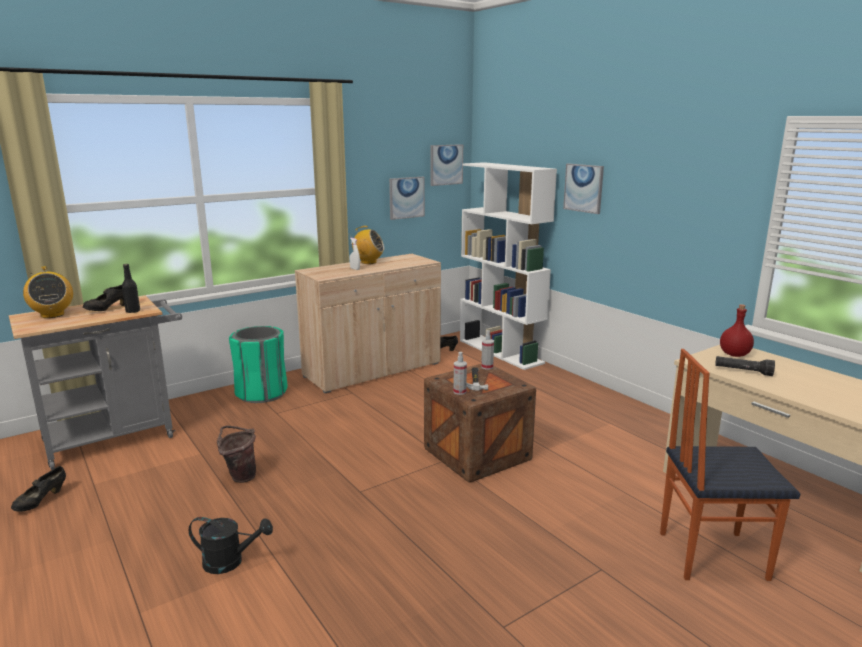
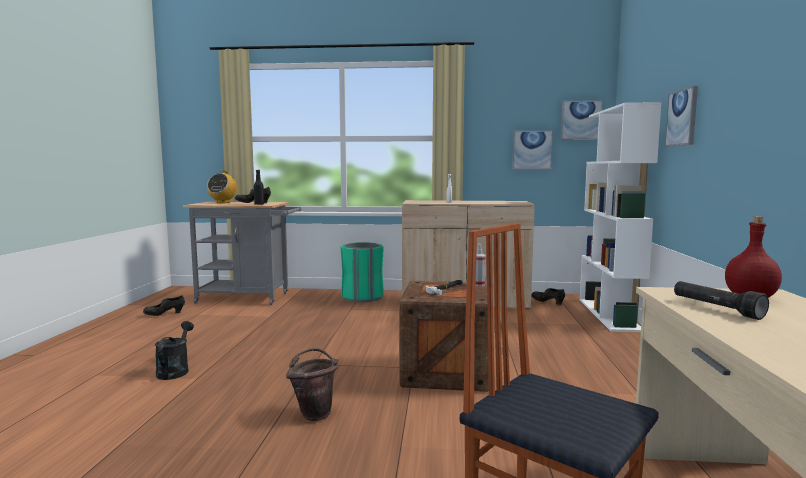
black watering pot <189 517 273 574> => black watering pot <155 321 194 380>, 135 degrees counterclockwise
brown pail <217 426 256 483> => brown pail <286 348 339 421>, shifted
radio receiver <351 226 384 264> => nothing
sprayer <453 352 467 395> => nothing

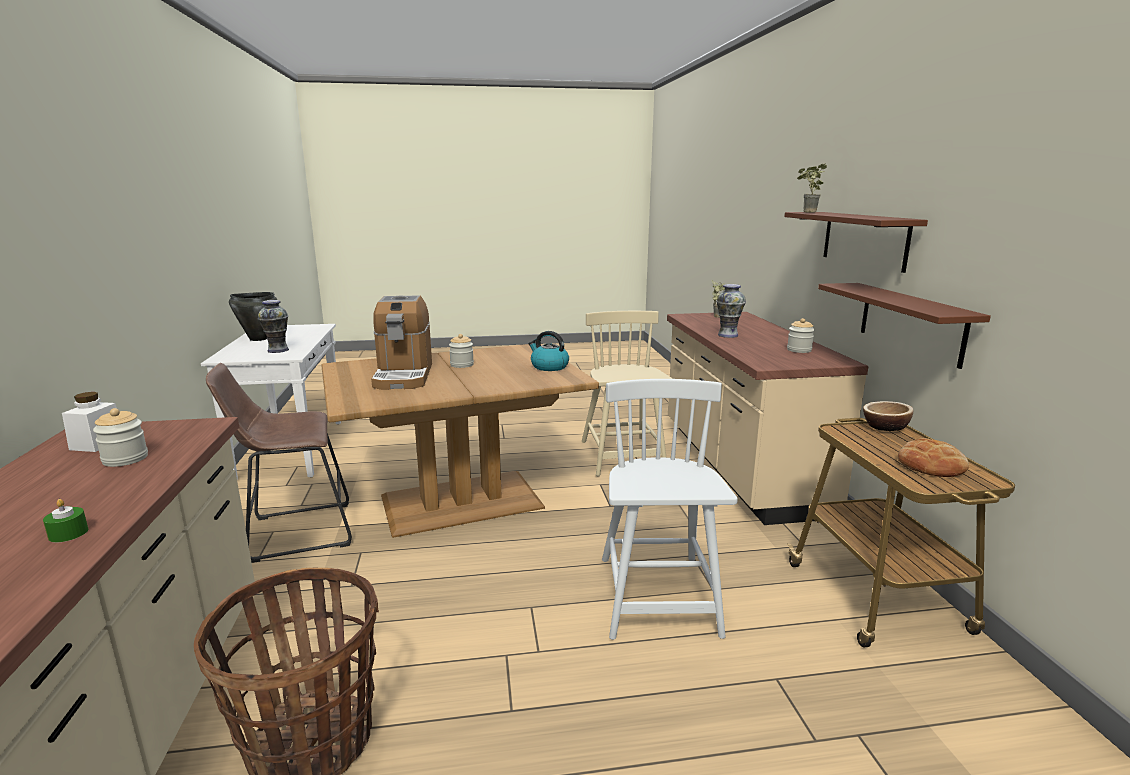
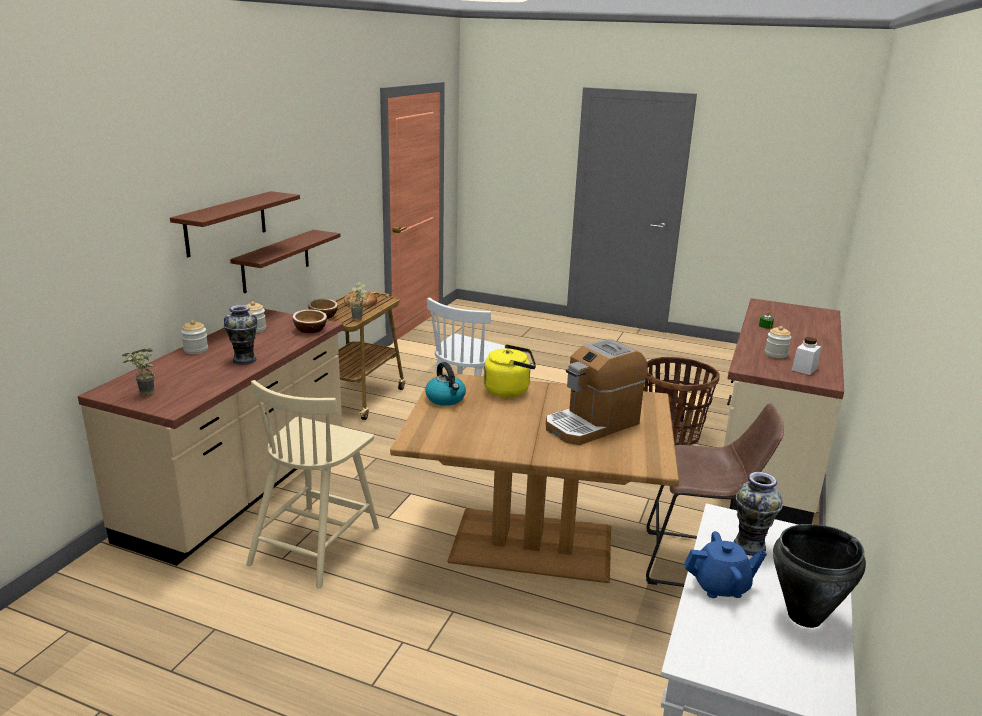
coffee machine <371 295 432 390> => coffee machine <546 339 648 445>, 150 degrees counterclockwise
storage jar <449 334 474 368> => storage jar <181 320 208 354>, shifted
plant in a pot <797 163 827 213> => plant in a pot <350 281 367 320>, shifted
nothing => deep dish <292 309 327 333>
nothing => yellow-coloured tea kettle <484 344 536 398>
nothing => blue-coloured teapot <684 531 767 598>

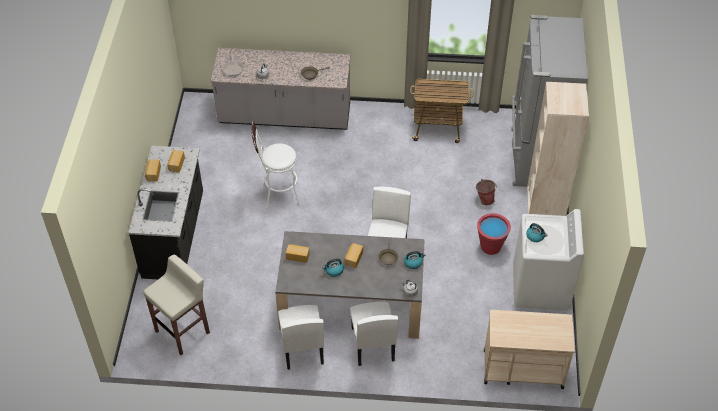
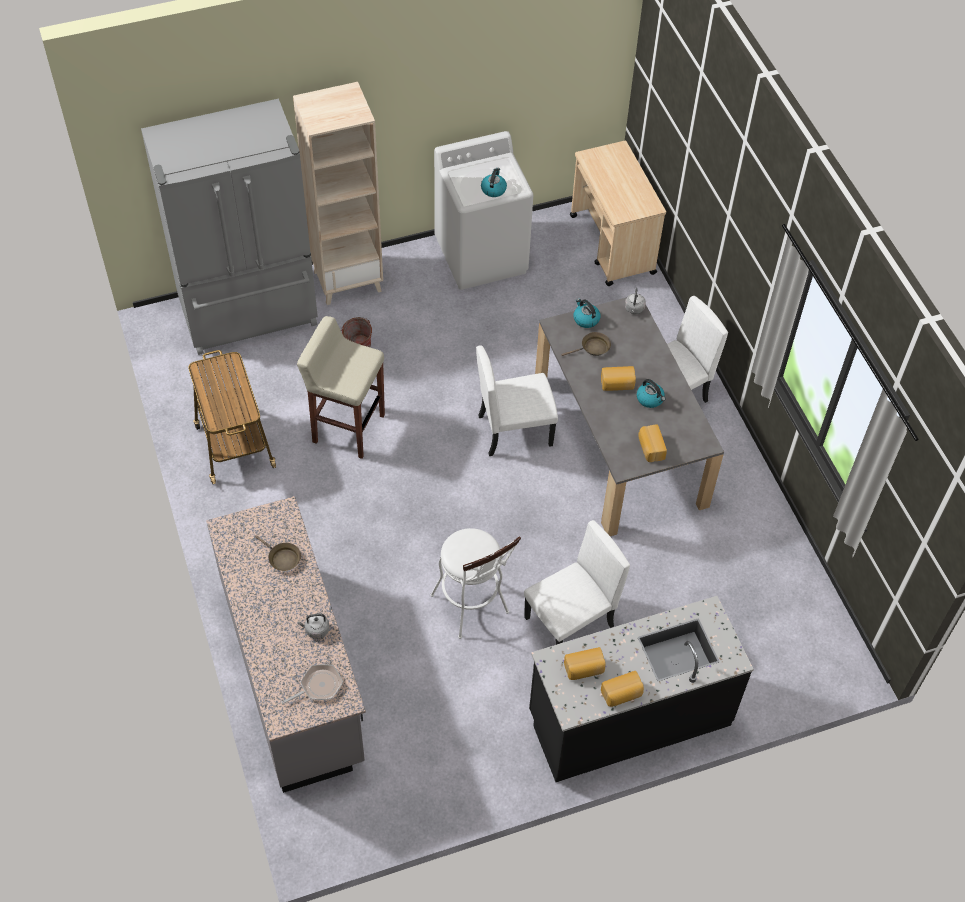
sand-coloured sitting stool <143 255 210 355> => sand-coloured sitting stool <297 316 385 459>, shifted
whitish upright chair <278 305 324 370> => whitish upright chair <524 520 630 645>, shifted
red pail <477 213 511 255> => nothing

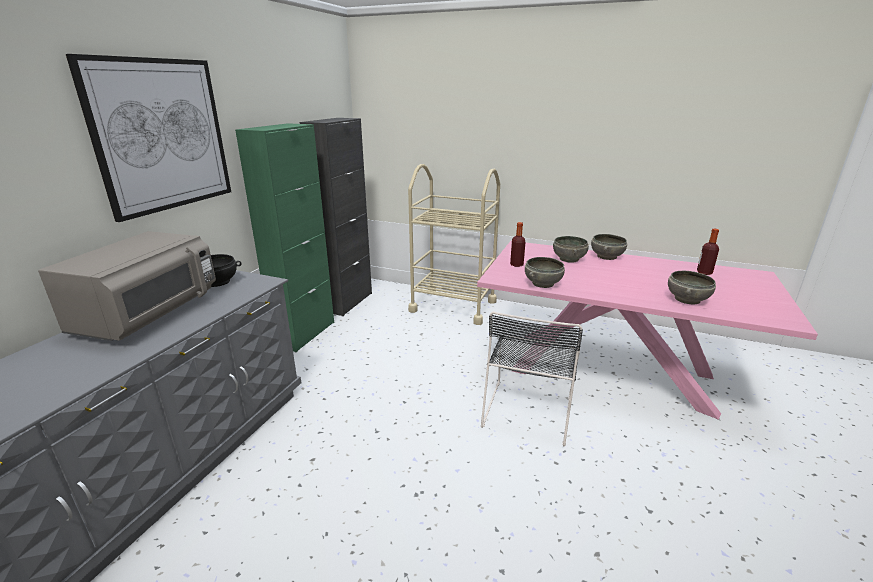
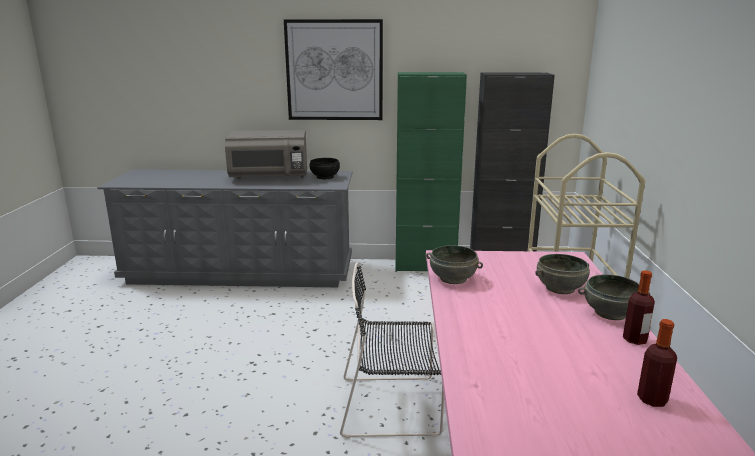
drink bottle <510 222 525 267> => drink bottle <623 270 655 345>, shifted
grey deep dish <668 271 716 304> => nothing

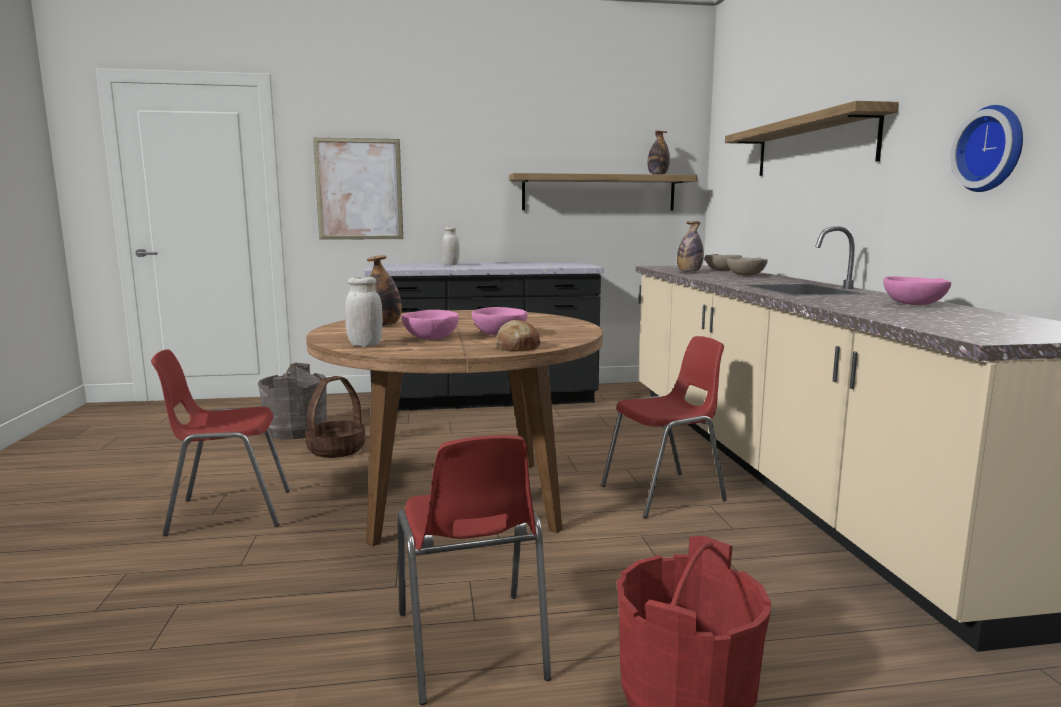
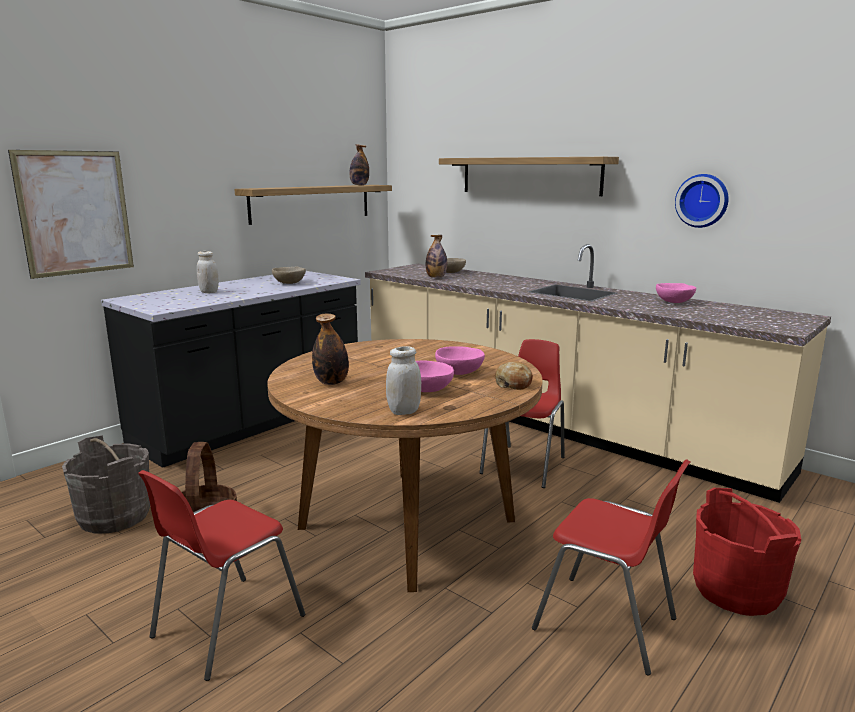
sand-coloured deep dish <727 257 768 276> => sand-coloured deep dish <272 266 306 284>, shifted

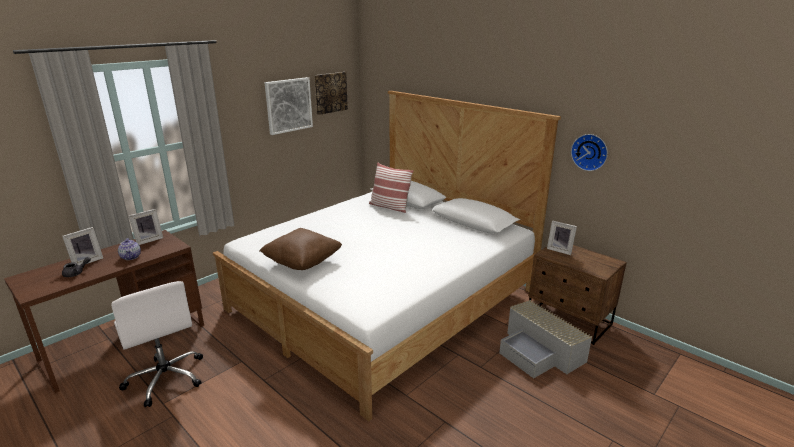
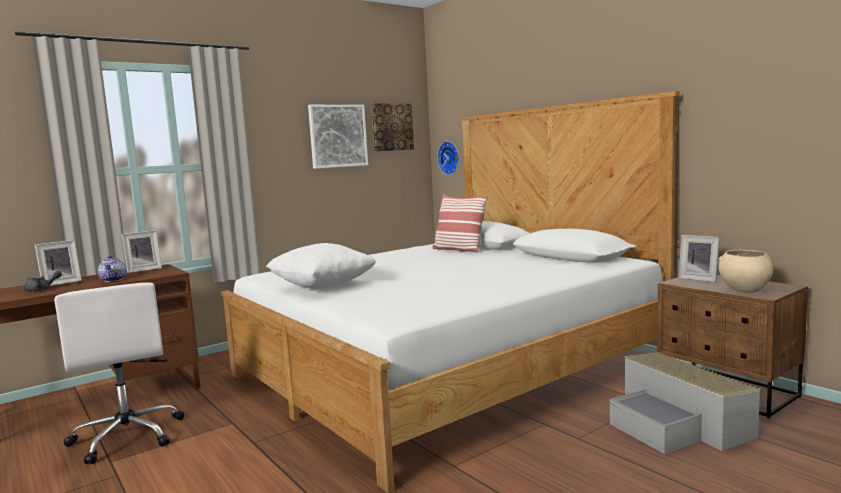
brown cushion <259 228 342 270> => whitish cushion <266 243 376 289>
wall clock <571 134 608 171> => wall clock <437 141 459 175>, shifted
nothing => sand-coloured deep dish <719 250 773 293>

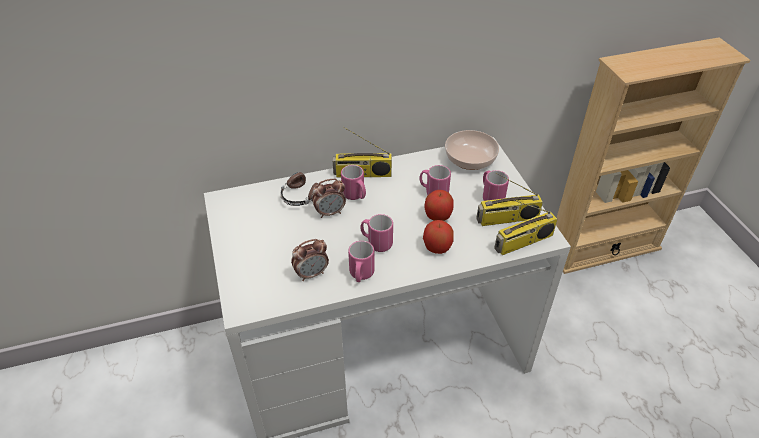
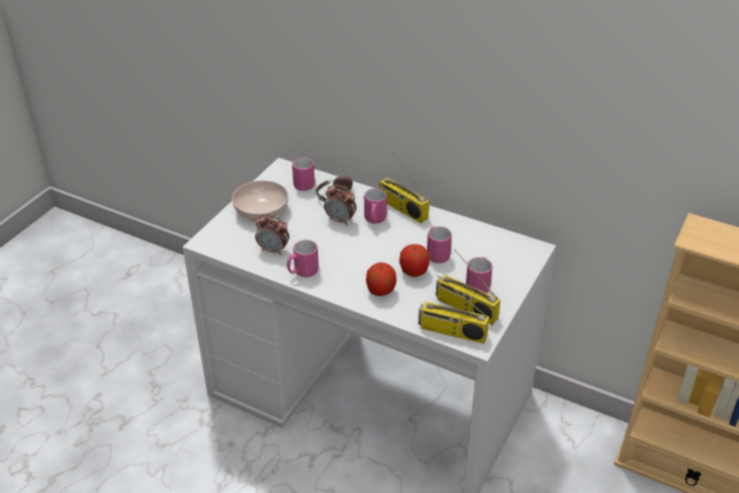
pink-coloured mug <360 214 393 252> => pink-coloured mug <292 157 315 191>, shifted
deep dish <445 130 499 170> => deep dish <232 180 289 221>, shifted

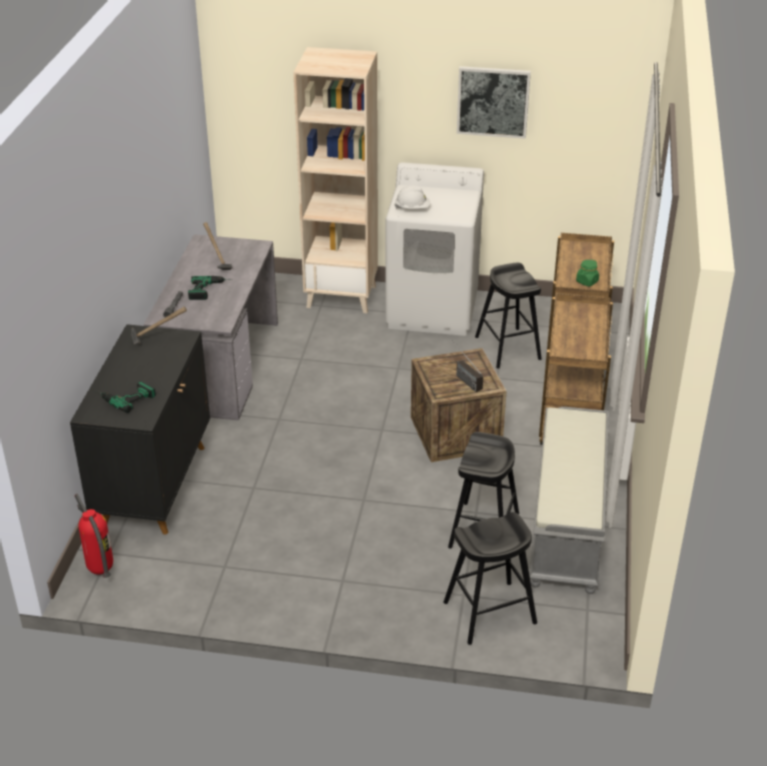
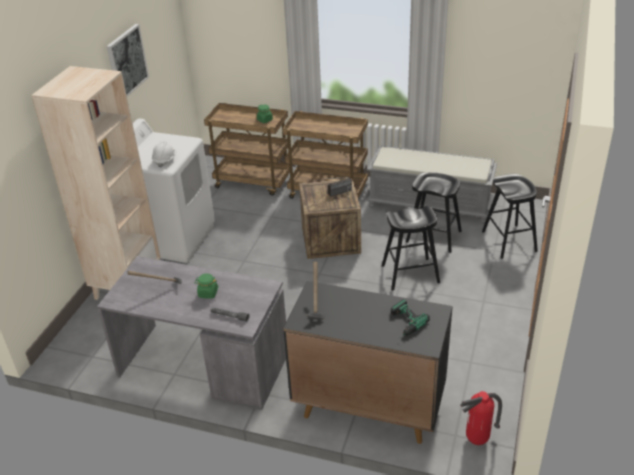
drill <188 276 232 300> => greenish storage jar <194 273 219 299>
black sitting stool <475 263 542 369> => black sitting stool <382 206 440 291>, shifted

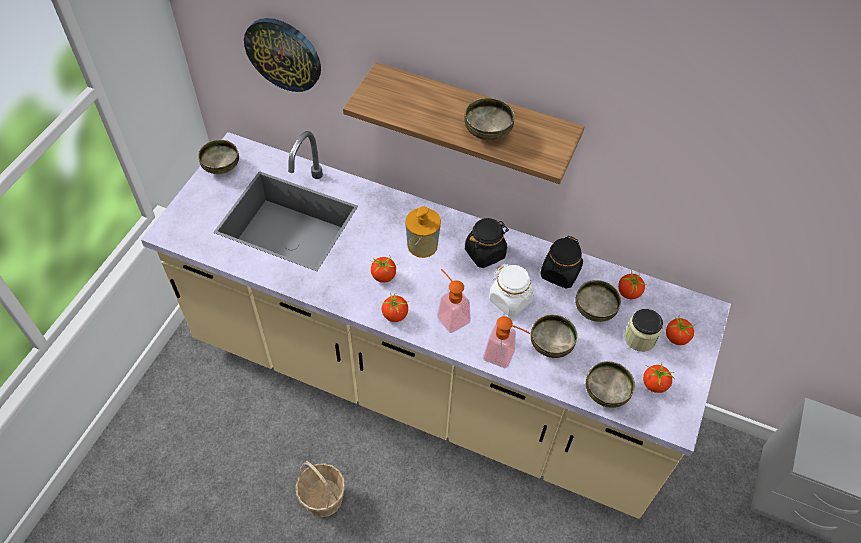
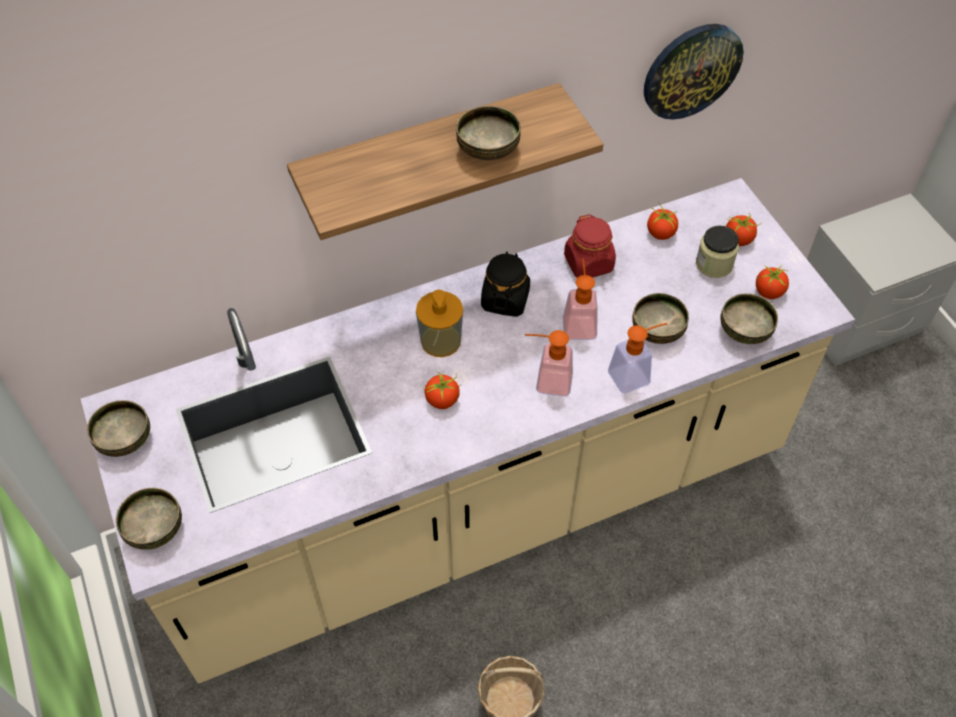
wall clock <244 18 321 92> => wall clock <644 24 744 120>, shifted
fresh tomato <382 293 408 322> => nothing
whitish storage jar <489 264 534 317> => soap bottle <563 258 598 340>
black storage jar <540 236 583 289> => red storage jar <564 214 616 278>
deep dish <575 280 621 322> => deep dish <116 488 182 550>, shifted

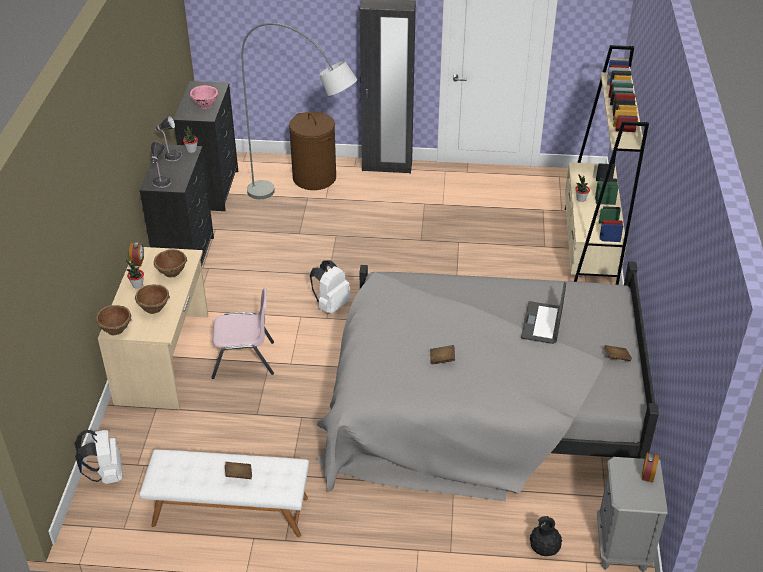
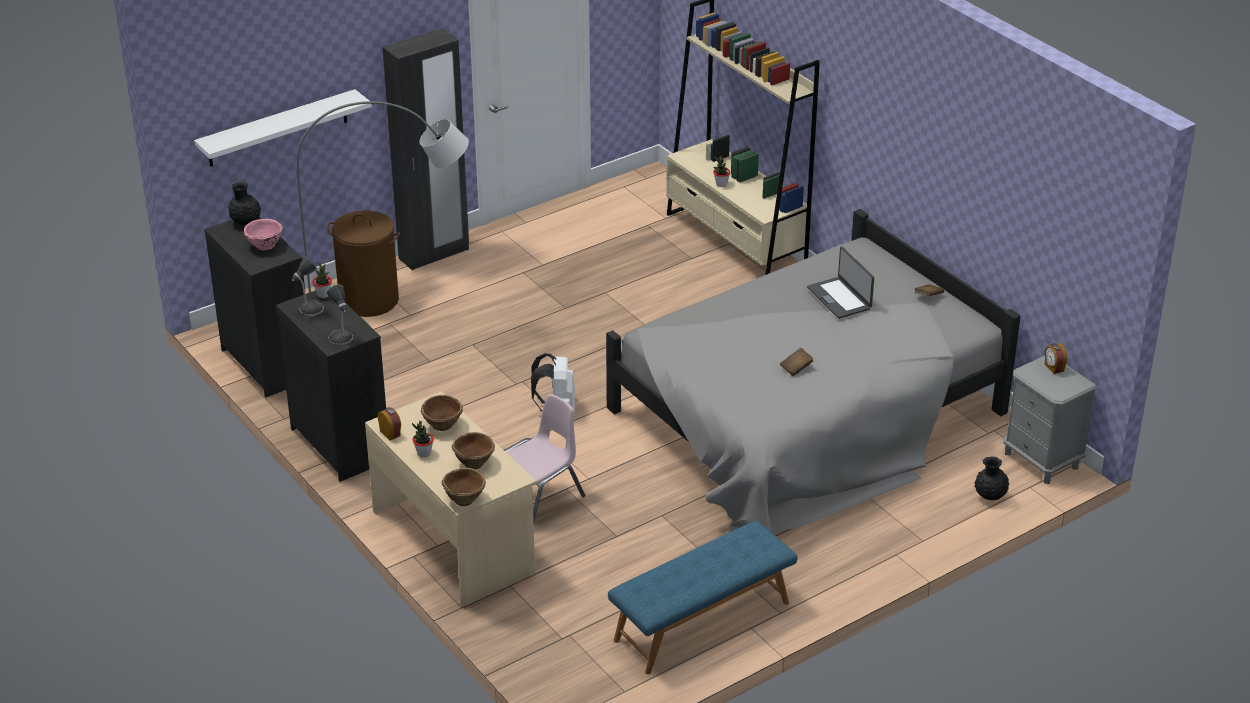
whitish backpack <75 430 123 484> => nothing
whitish indoor bench <139 449 309 537> => blue-coloured indoor bench <608 521 798 674>
brown volume <225 462 252 479> => nothing
nothing => whitish wall shelf <194 89 372 167>
nothing => black vase <228 182 261 225>

